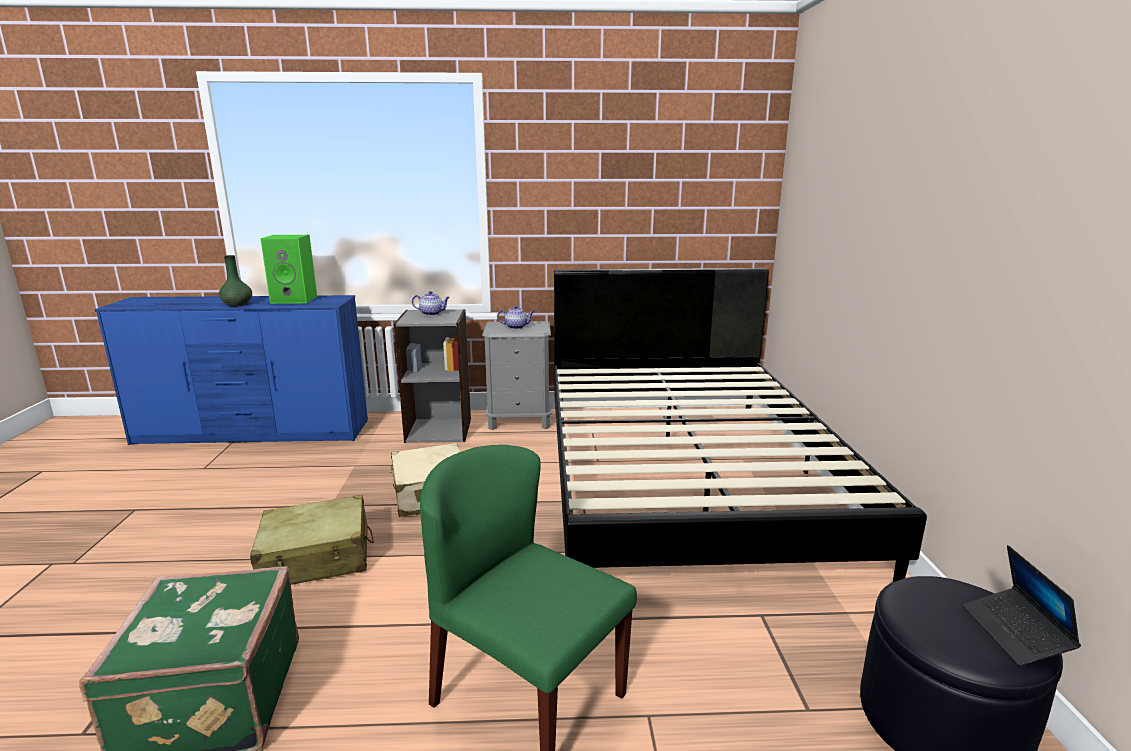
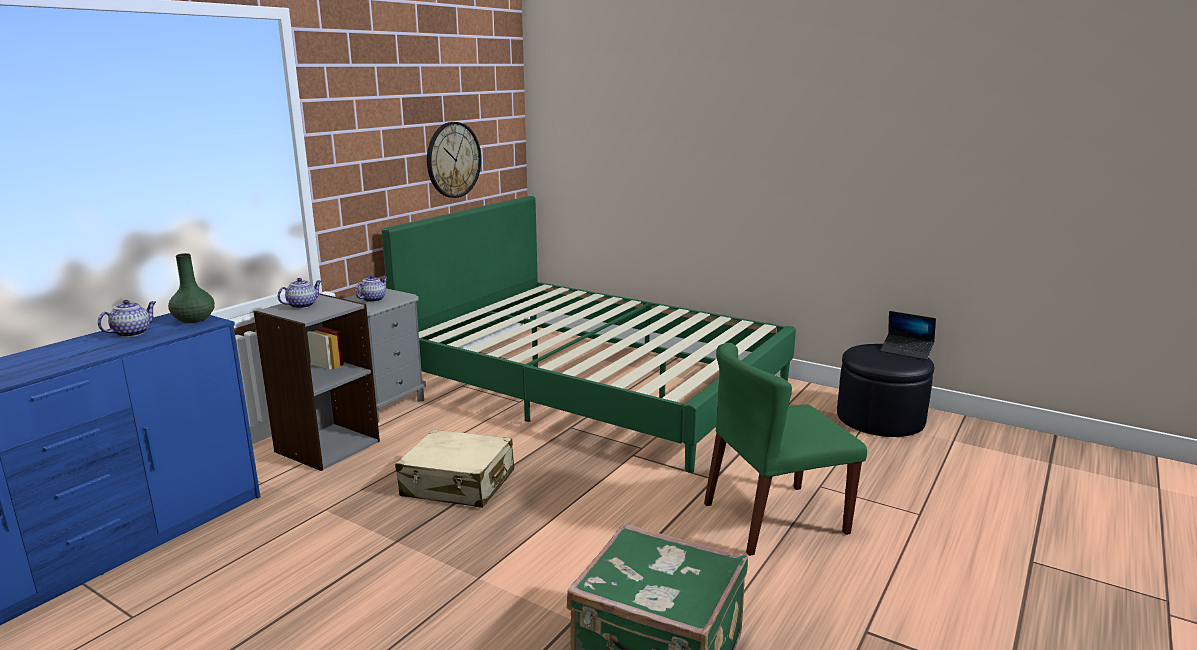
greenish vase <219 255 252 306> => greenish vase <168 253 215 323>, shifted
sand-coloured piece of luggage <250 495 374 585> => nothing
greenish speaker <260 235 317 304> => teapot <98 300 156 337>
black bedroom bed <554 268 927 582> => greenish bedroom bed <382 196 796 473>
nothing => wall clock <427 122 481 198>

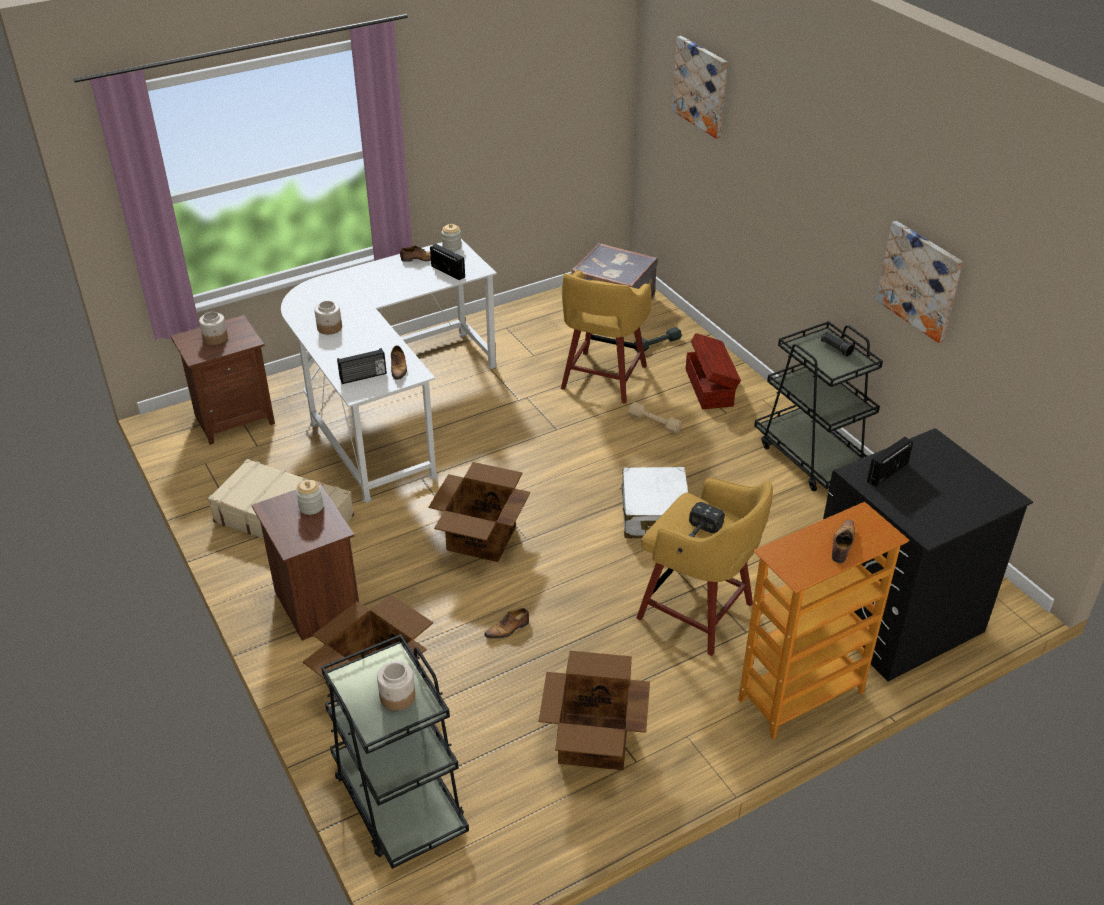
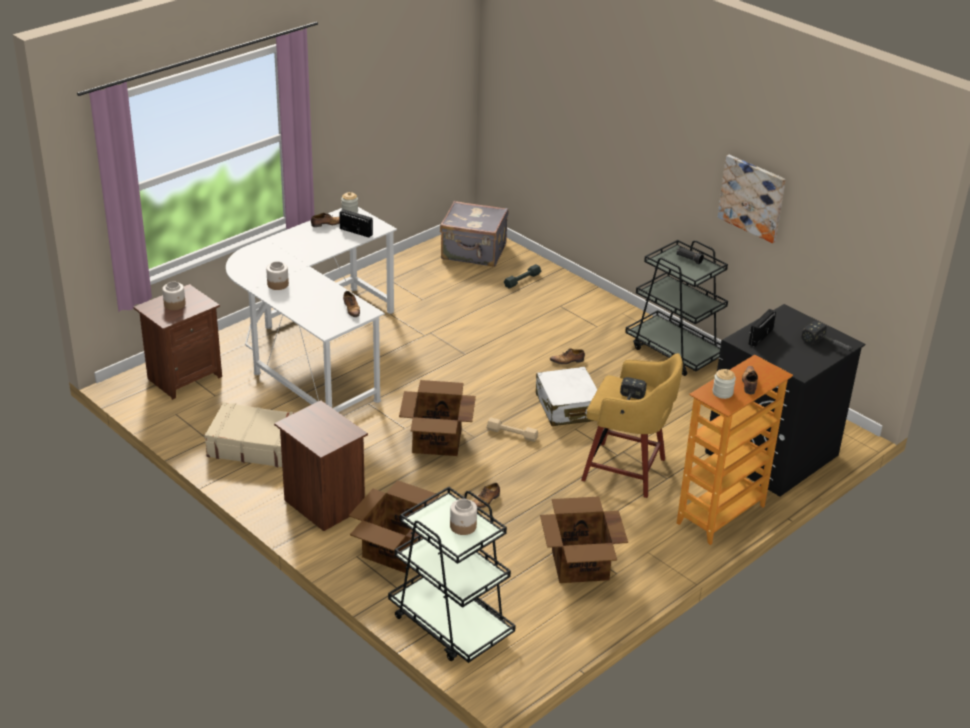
storage jar <296 480 324 515> => storage jar <713 369 736 399>, shifted
radio receiver <337 348 387 384> => nothing
yellow-coloured sitting stool <561 270 652 404> => nothing
sand-coloured hand weight <628 402 682 434> => sand-coloured hand weight <487 418 538 442>, shifted
wall art <672 36 727 139> => nothing
brown storage container <686 333 741 409> => nothing
nothing => low shoe <550 348 585 364>
nothing => hand hammer <801 321 855 351>

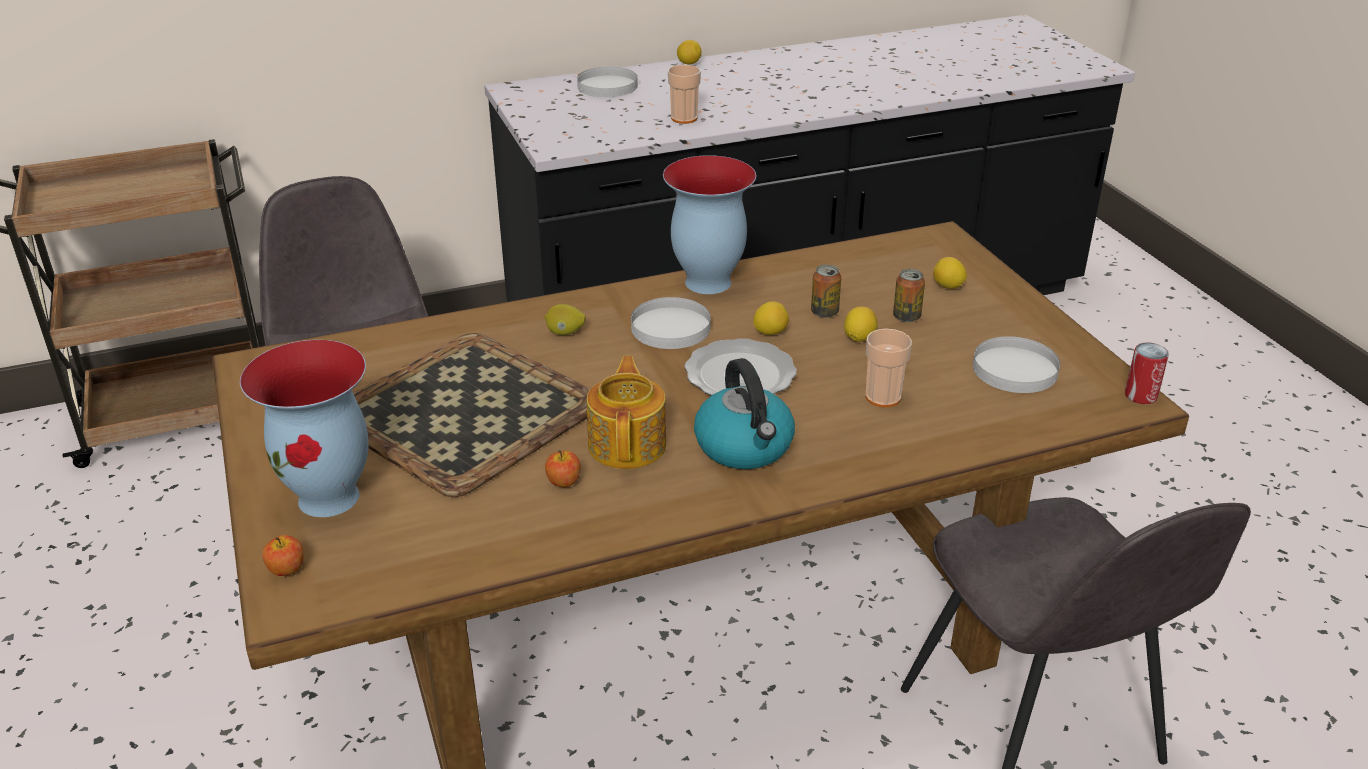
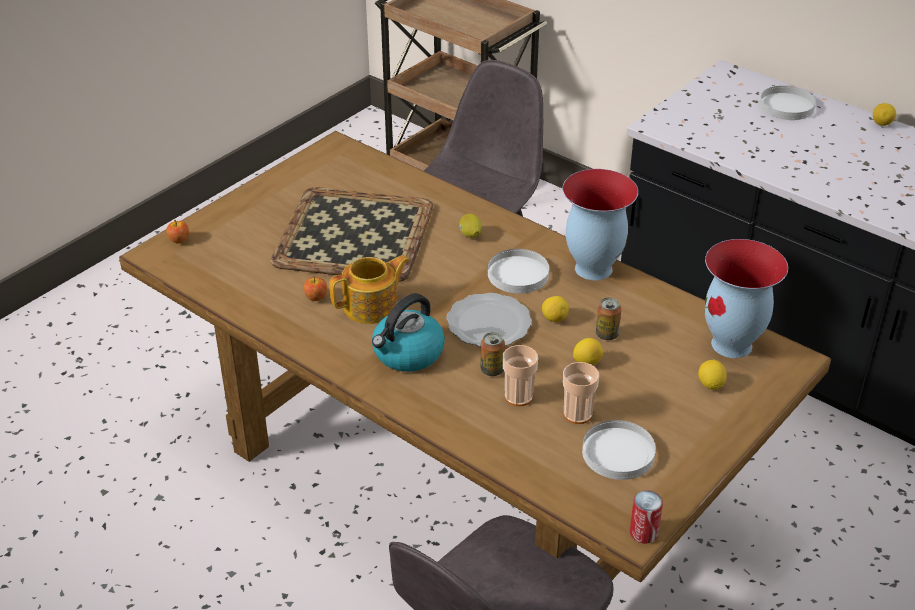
vase <240 340 369 517> => vase <705 239 788 358>, shifted
small cup <668 65 701 124> => small cup <563 362 599 424>, shifted
metal can <893 269 925 322> => metal can <481 332 505 376>, shifted

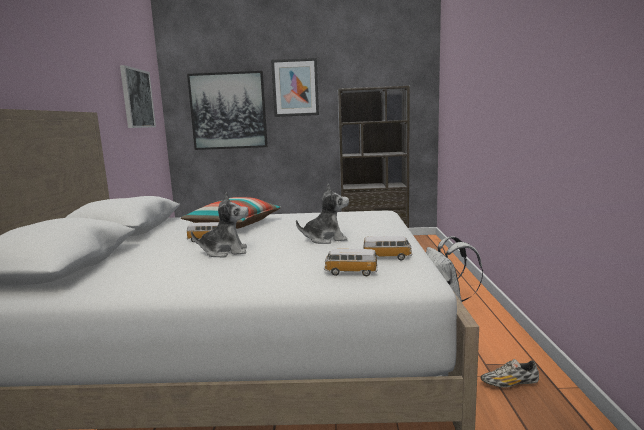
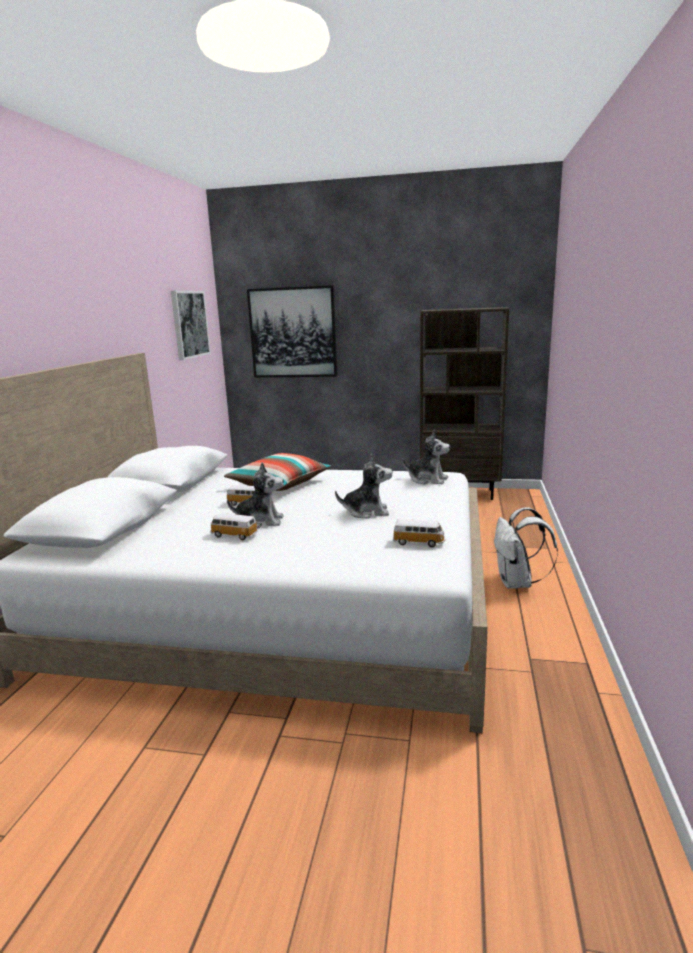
wall art <271 58 319 117> => nothing
toy car <324 249 378 276> => toy car <210 513 258 540>, shifted
low shoe <481 359 539 388> => nothing
nothing => plush toy <402 430 450 485>

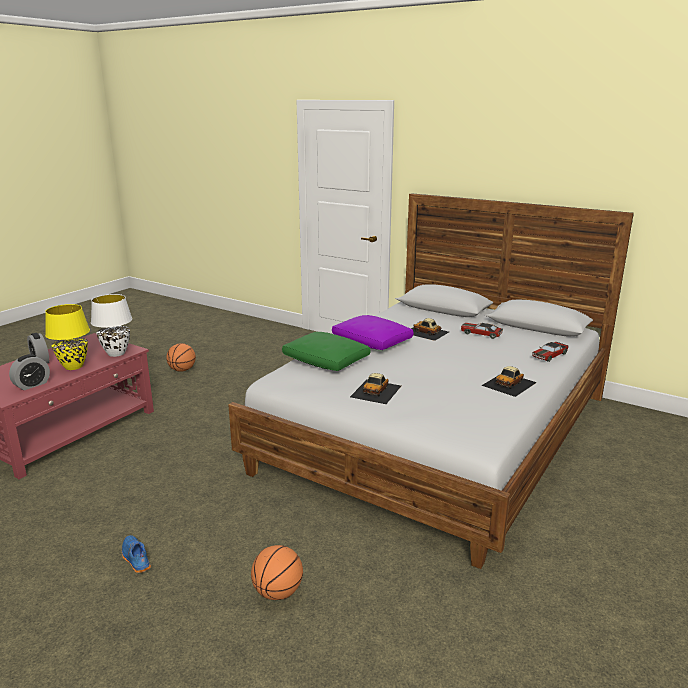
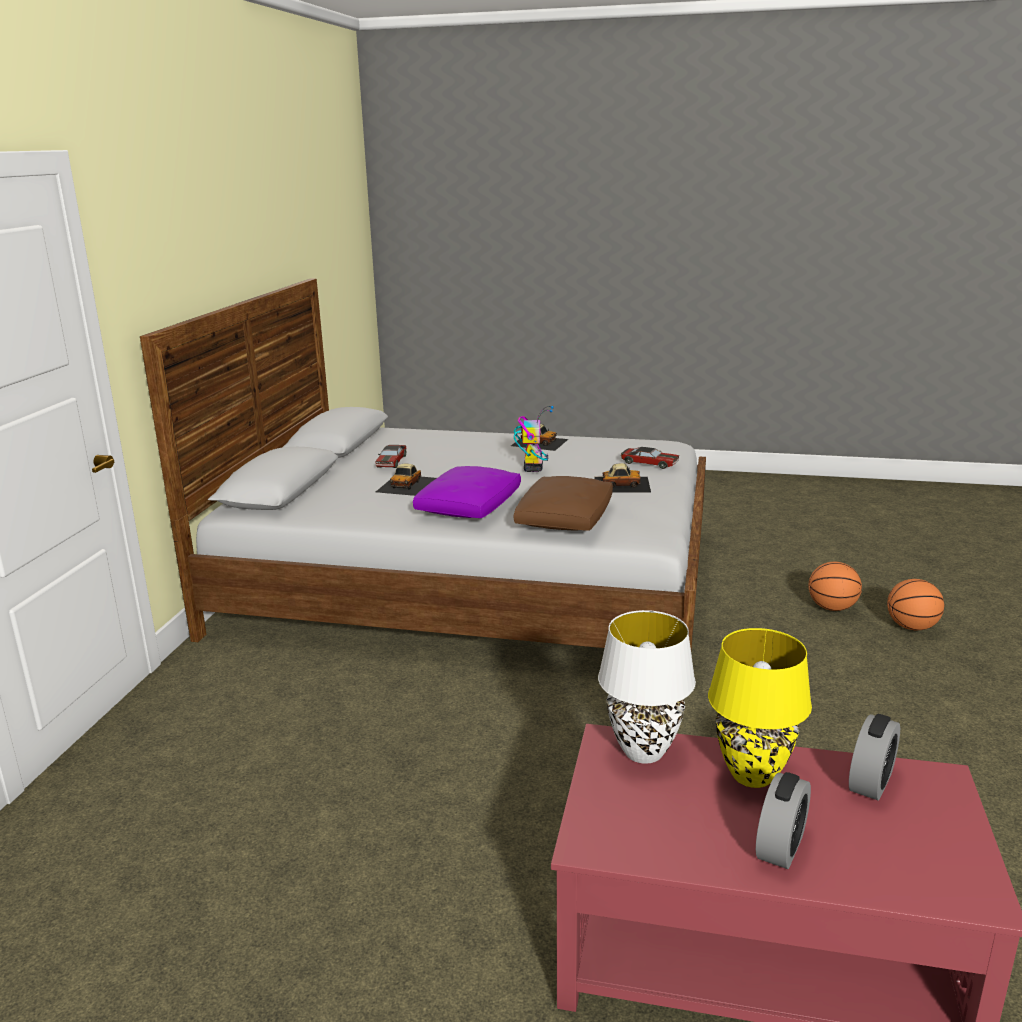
table clock <9 354 50 390> => table clock <849 714 900 801>, 105 degrees clockwise
blue-coloured low shoe <122 535 151 573> => nothing
ball for basketball <166 343 196 372> => ball for basketball <887 579 944 630>, shifted
greenish cushion <282 332 370 371> => brown cushion <514 476 613 531>
toy car <532 342 569 362> => toy car <621 447 679 469>, shifted
nothing => model robot <514 406 554 472>

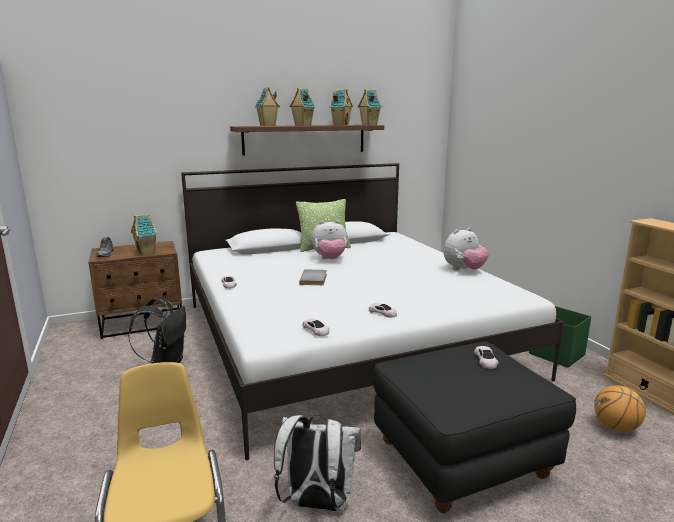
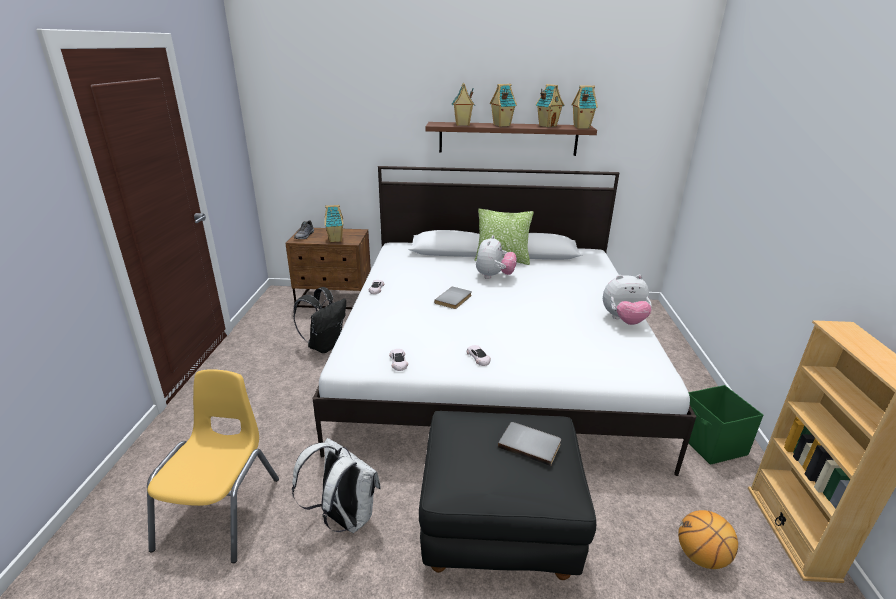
plush toy <311 220 348 259> => plush toy <476 235 517 279>, 90 degrees counterclockwise
whitish toy car <474 346 499 369> => grey volume <498 422 561 467>

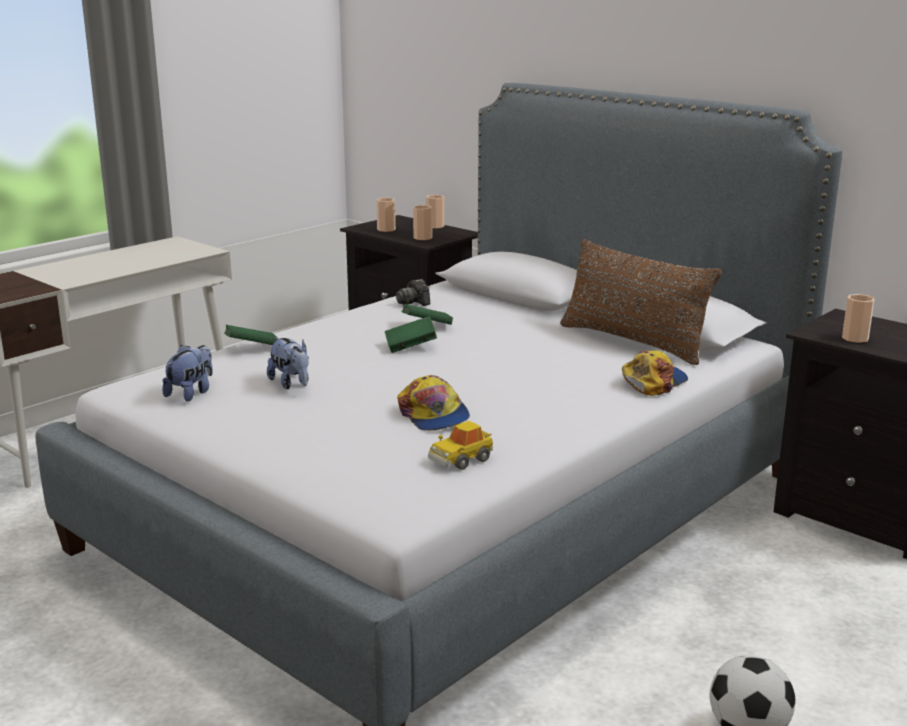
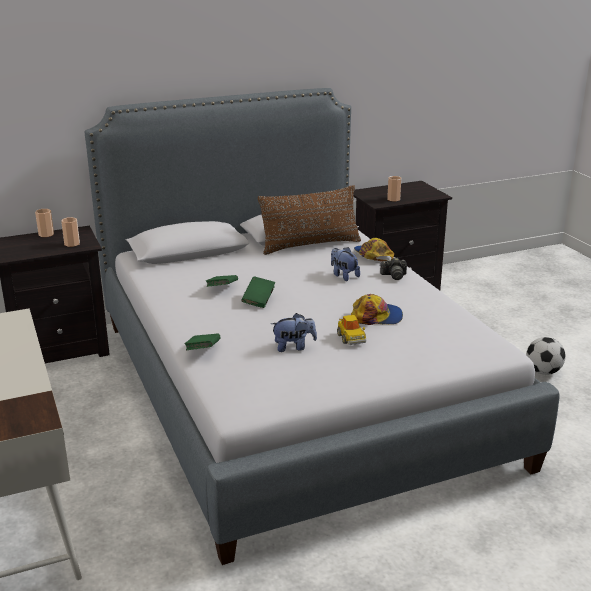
plush toy <162 345 213 402> => plush toy <331 247 360 281>, shifted
small cup <376 198 396 232> => nothing
still camera <396 279 430 306> => still camera <380 257 407 280>, shifted
toy car <428 421 493 470> => toy car <337 315 366 345>, shifted

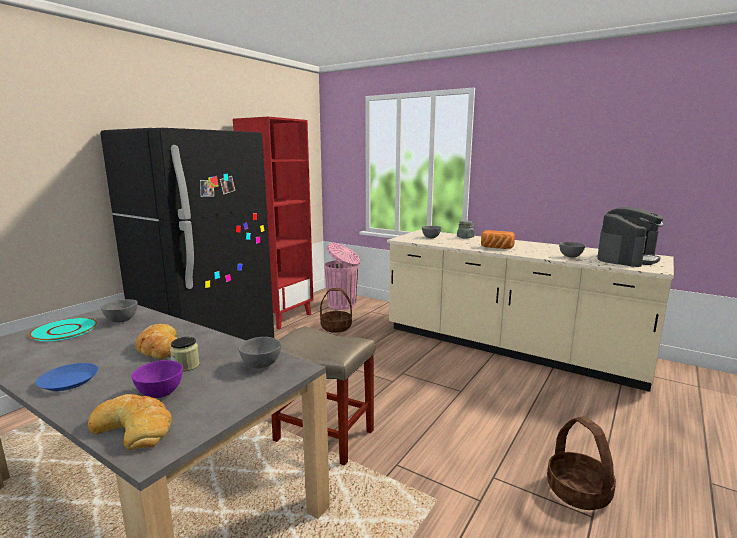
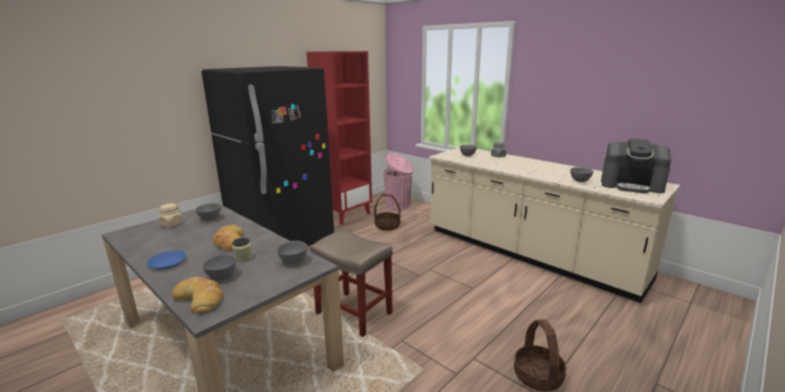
blue-green plate <29 318 97 341> => sand-coloured storage jar <157 203 183 227>
purple-coloured deep dish <132 360 183 398> => grey deep dish <202 254 236 280>
baked bread <481 230 515 249> => nothing
coffee machine <597 207 663 267> => coffee machine <601 139 671 194>, 60 degrees clockwise

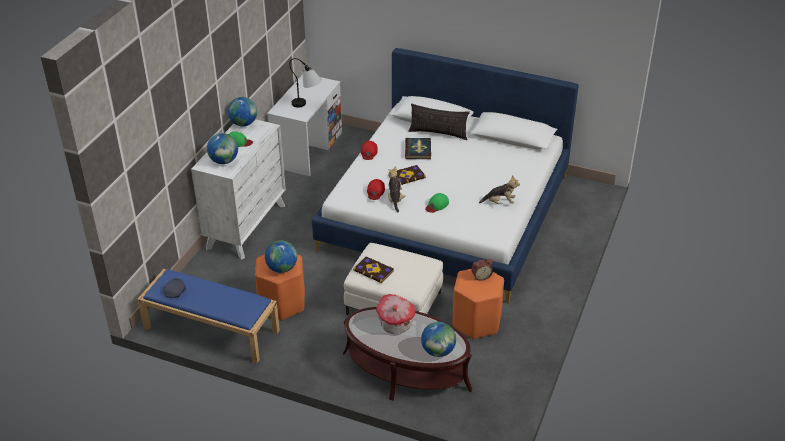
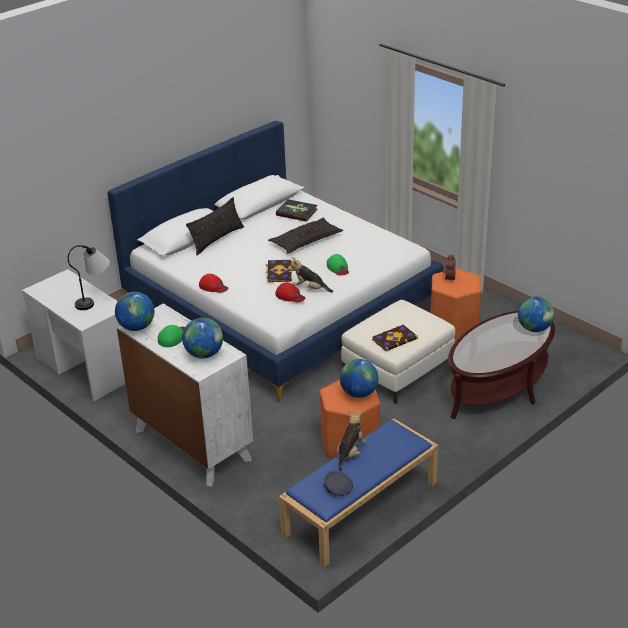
miniature house <376 294 416 334> => nothing
volume <405 138 431 159> => volume <276 199 318 221>, shifted
plush toy <479 175 520 204> => plush toy <337 410 366 471>, shifted
nothing => cushion <268 218 343 253>

